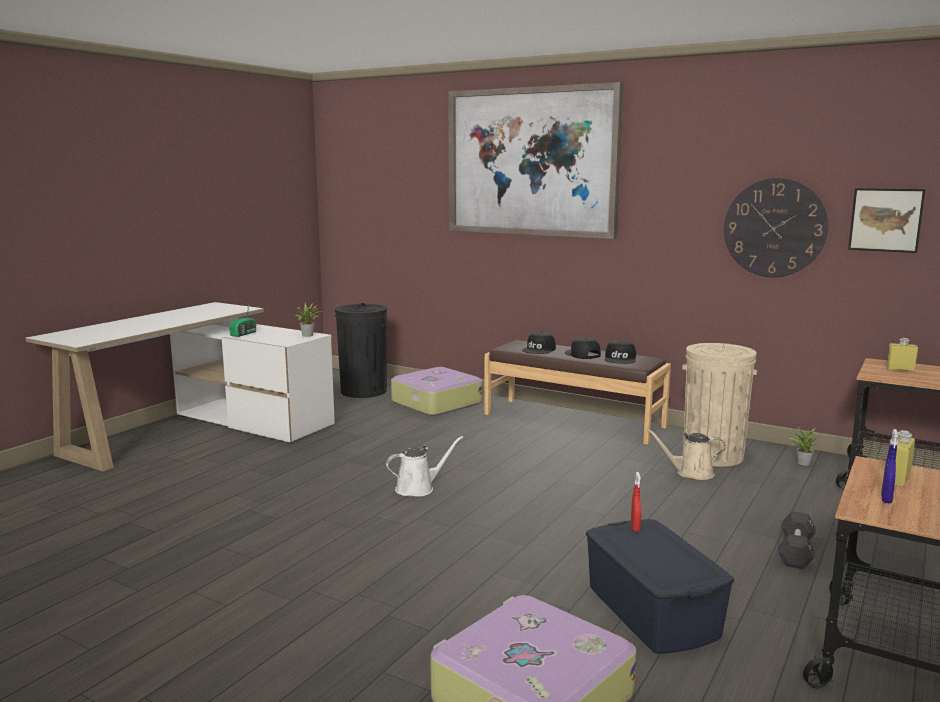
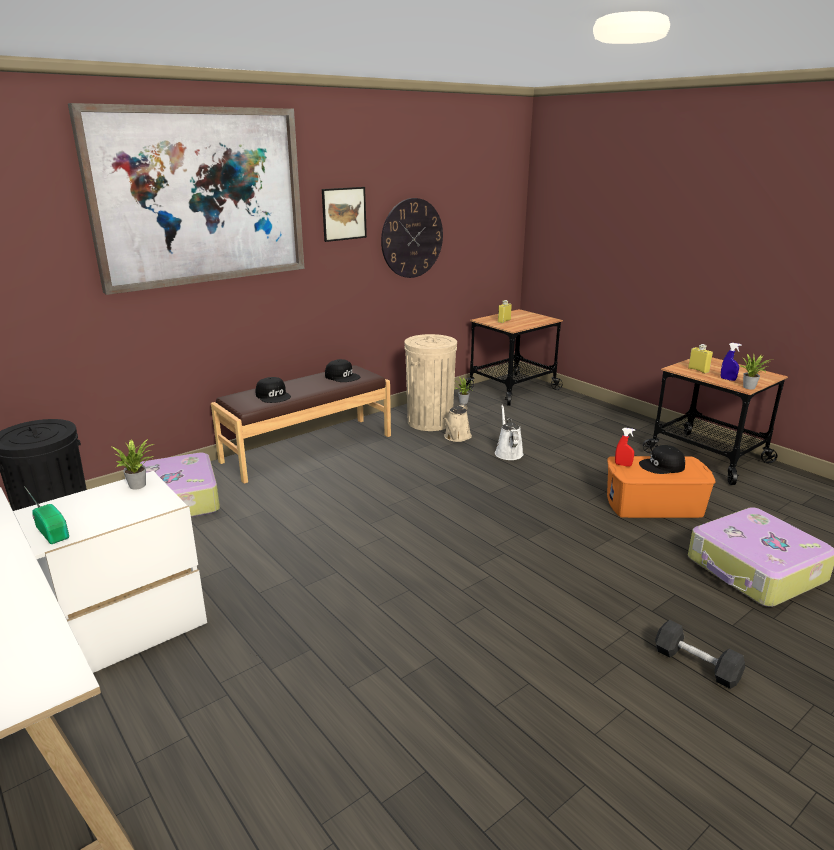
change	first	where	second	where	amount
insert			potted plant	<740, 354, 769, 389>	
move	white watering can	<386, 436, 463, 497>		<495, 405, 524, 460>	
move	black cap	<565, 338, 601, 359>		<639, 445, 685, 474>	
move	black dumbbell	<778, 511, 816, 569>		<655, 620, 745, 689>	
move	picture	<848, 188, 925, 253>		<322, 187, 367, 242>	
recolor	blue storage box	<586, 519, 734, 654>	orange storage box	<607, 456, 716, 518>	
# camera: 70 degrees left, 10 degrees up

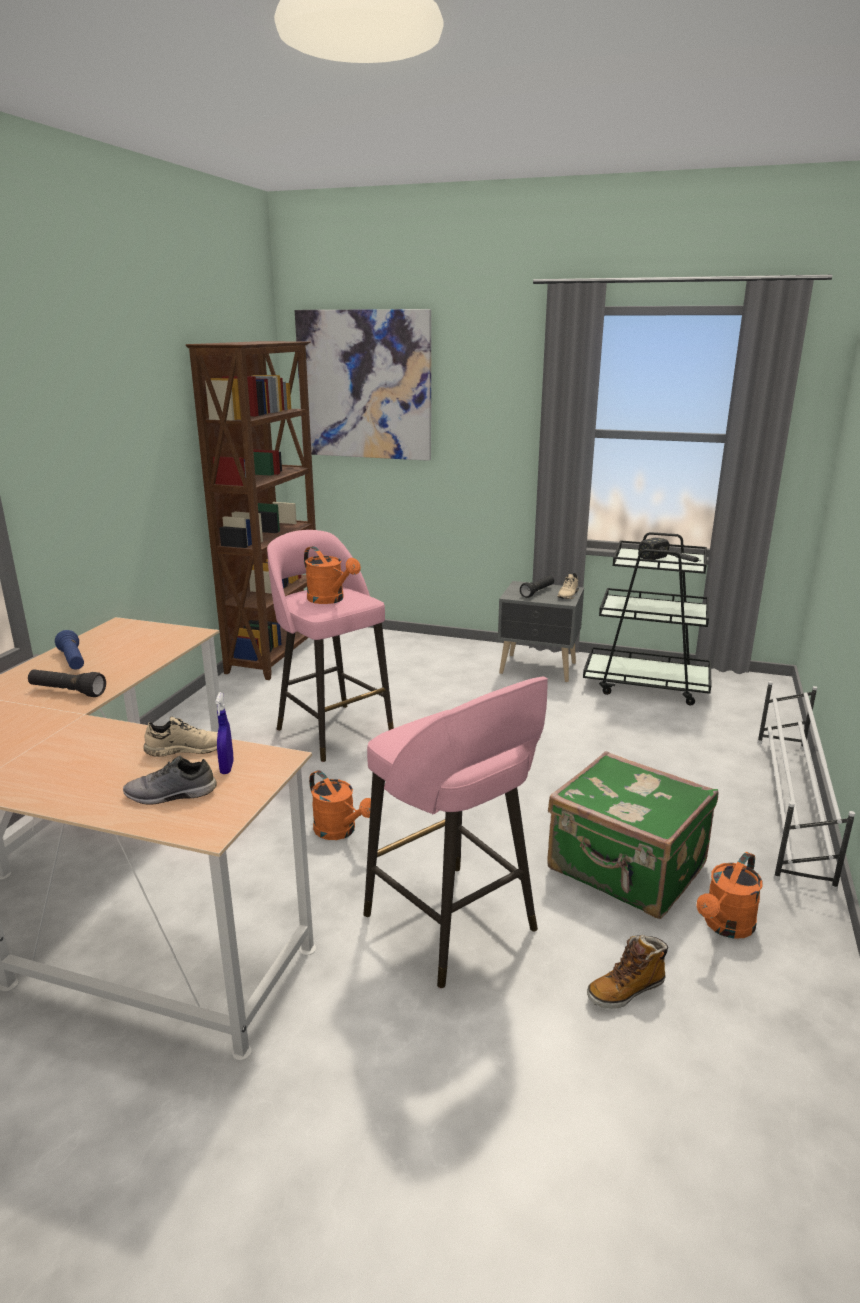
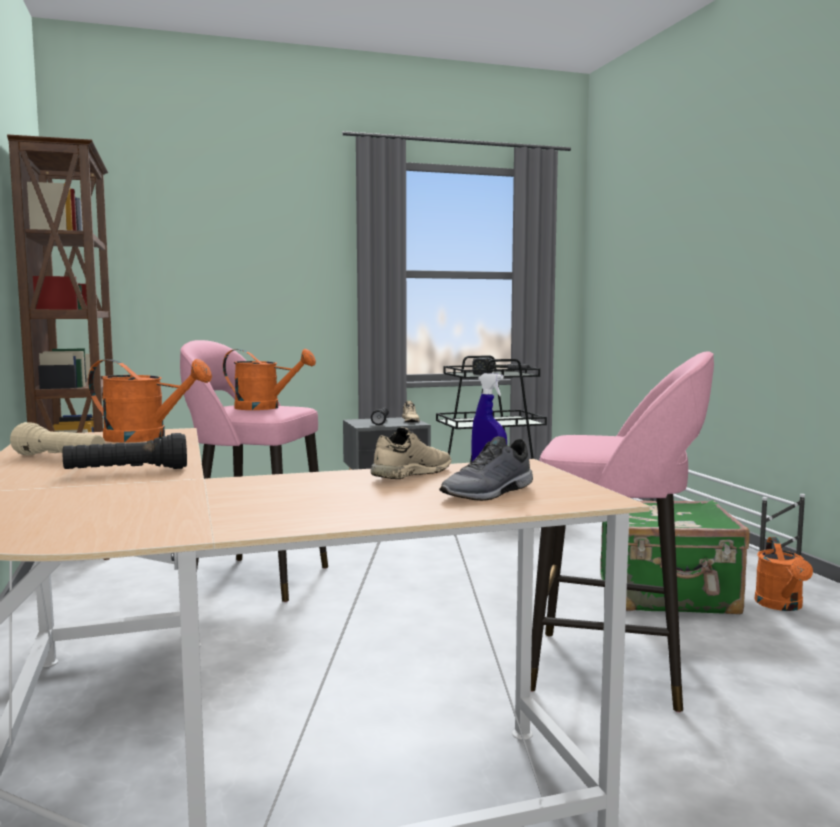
change	first	where	second	where	amount
delete	picture	<295, 309, 431, 461>			
delete	boot	<587, 935, 668, 1009>			
move	orange watering can	<309, 770, 371, 840>		<88, 359, 212, 443>	
recolor	blue flashlight	<55, 630, 84, 670>	beige flashlight	<10, 422, 105, 455>	
# camera: 35 degrees left, 15 degrees down

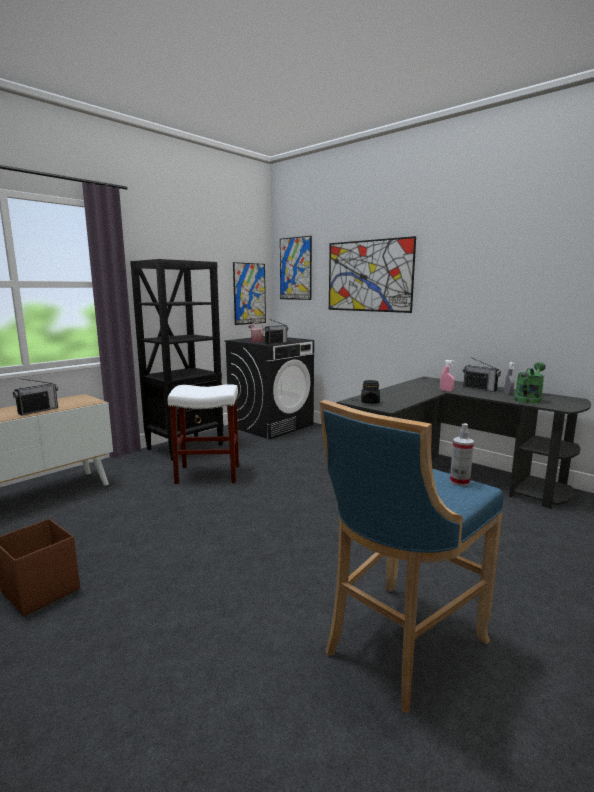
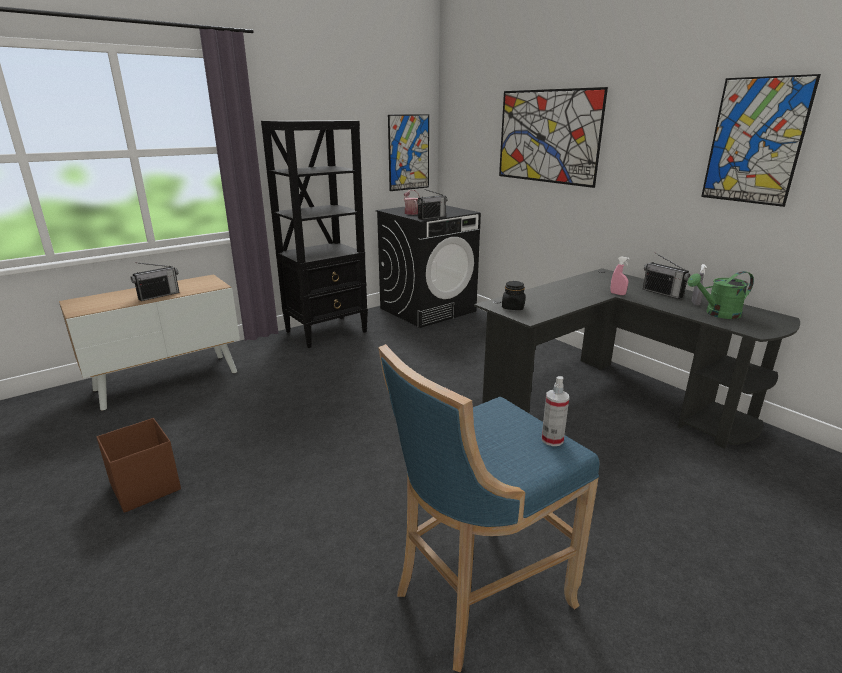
change	first	where	second	where	amount
delete	white stool	<168, 384, 239, 484>			
move	picture	<280, 236, 312, 300>		<701, 74, 821, 207>	
rotate	green watering can	<514, 362, 546, 403>		<687, 271, 754, 319>	150 degrees counterclockwise
# camera: 10 degrees right, 10 degrees up

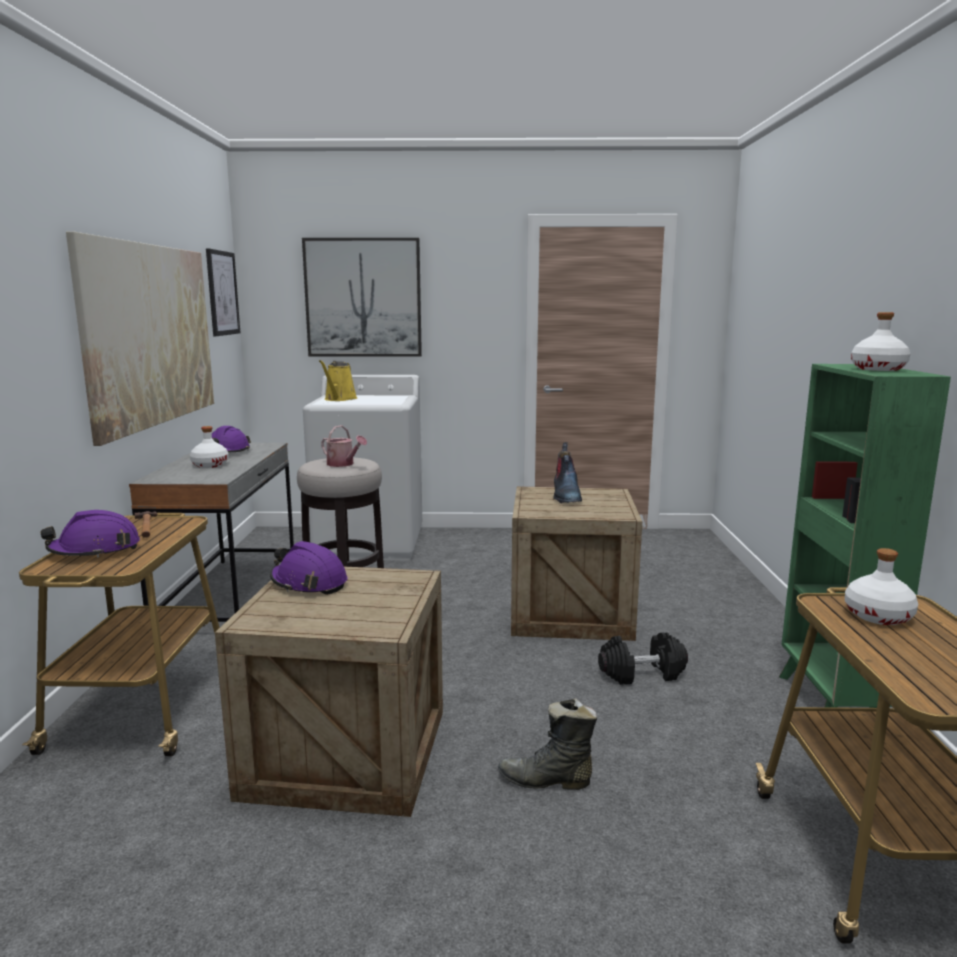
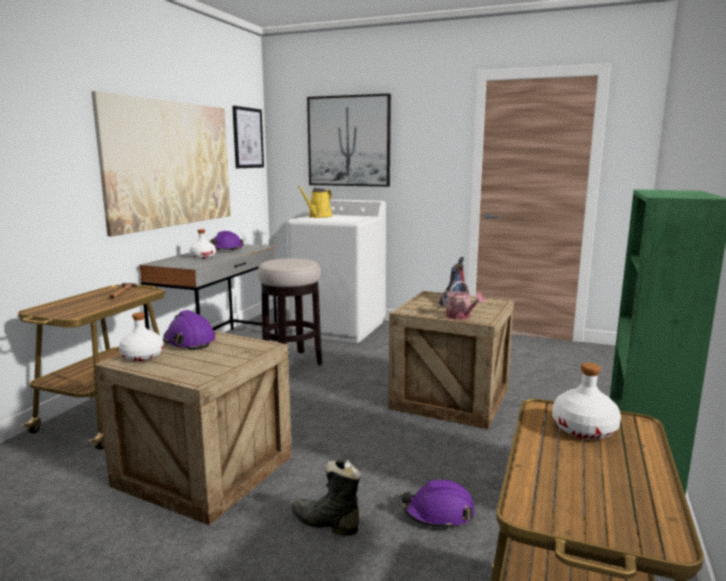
change	first	where	second	where	amount
delete	black dumbbell	<598, 632, 688, 685>			
move	purple hard hat	<40, 510, 140, 557>		<401, 480, 475, 530>	
move	watering can	<321, 425, 367, 467>		<442, 281, 485, 319>	
move	white bottle	<851, 312, 910, 371>		<119, 312, 164, 361>	
# camera: 20 degrees right, 0 degrees up

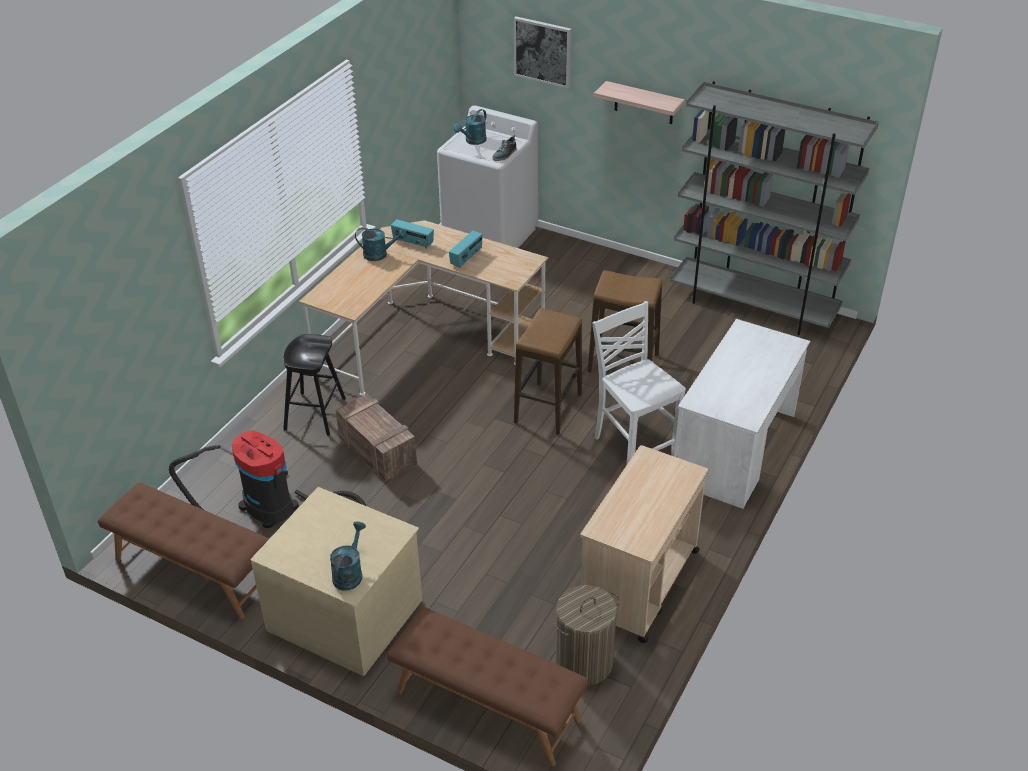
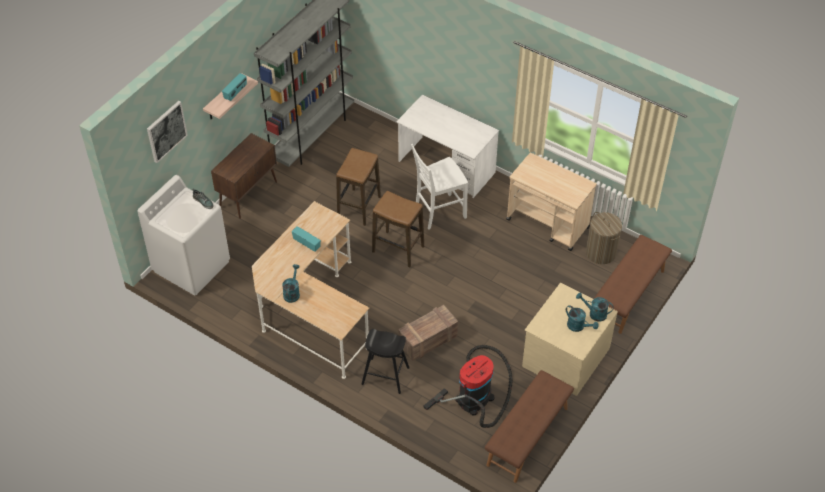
change	first	where	second	where	amount
insert			brown cabinet	<211, 133, 277, 219>	
move	radio	<391, 219, 434, 249>		<222, 73, 247, 101>	
move	turquoise watering can	<453, 109, 487, 145>		<566, 305, 599, 332>	
# camera: 85 degrees left, 10 degrees up

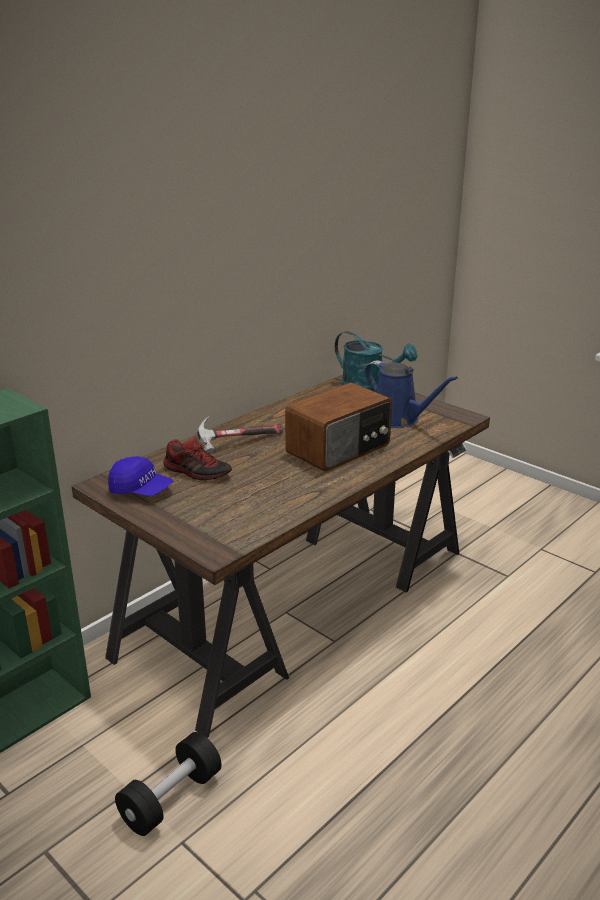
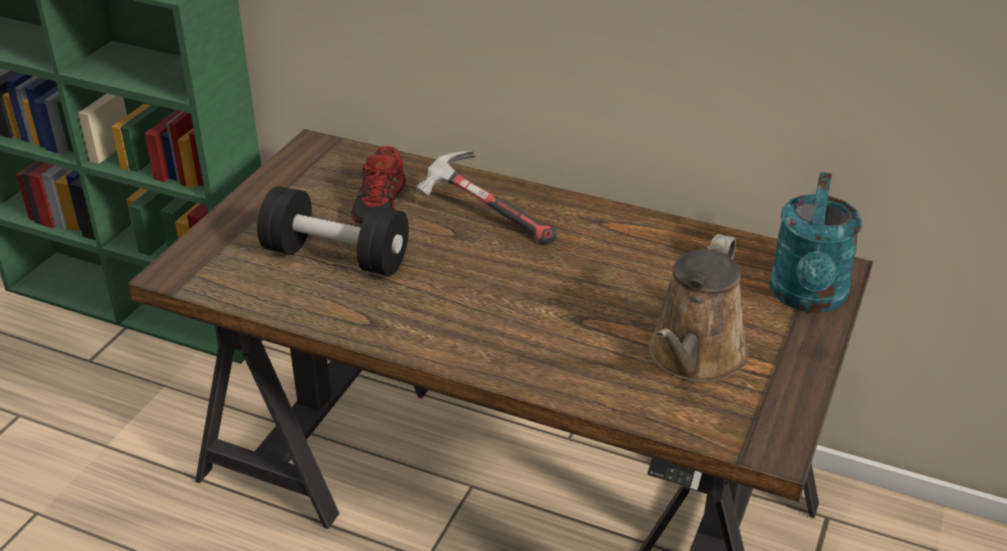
change	first	where	second	where	amount
delete	blue cap	<108, 456, 173, 496>			
delete	radio	<285, 383, 392, 472>			
move	black dumbbell	<115, 732, 222, 836>		<257, 186, 409, 276>	
recolor	blue watering can	<365, 360, 458, 428>	brown watering can	<649, 234, 748, 383>	
# camera: 70 degrees right, 10 degrees up

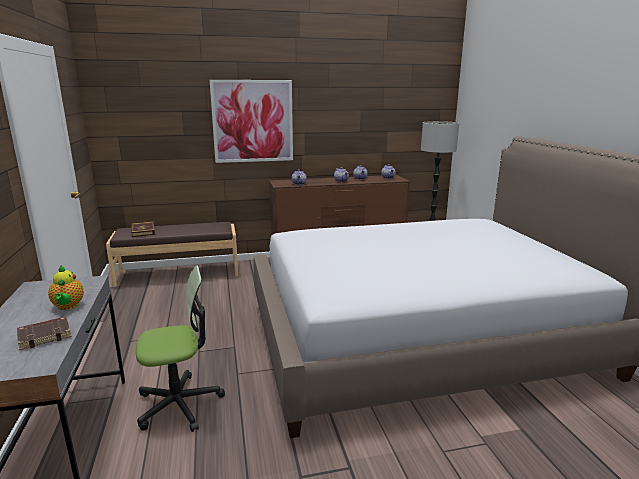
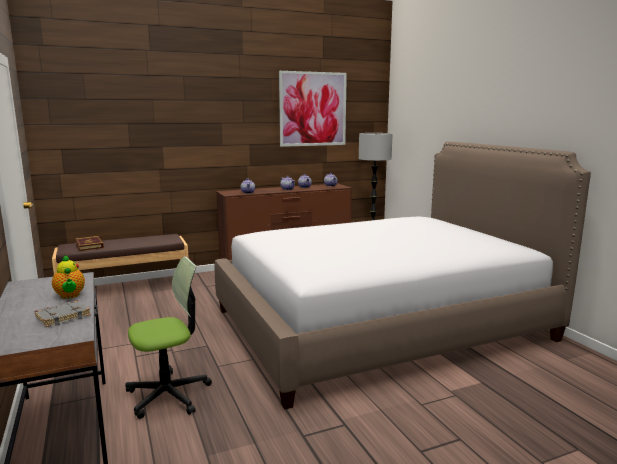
change	first	where	second	where	amount
move	picture	<210, 80, 293, 163>		<279, 71, 347, 147>	
recolor	brown book	<17, 316, 72, 350>	grey book	<35, 300, 91, 327>	
# camera: 10 degrees left, 5 degrees down

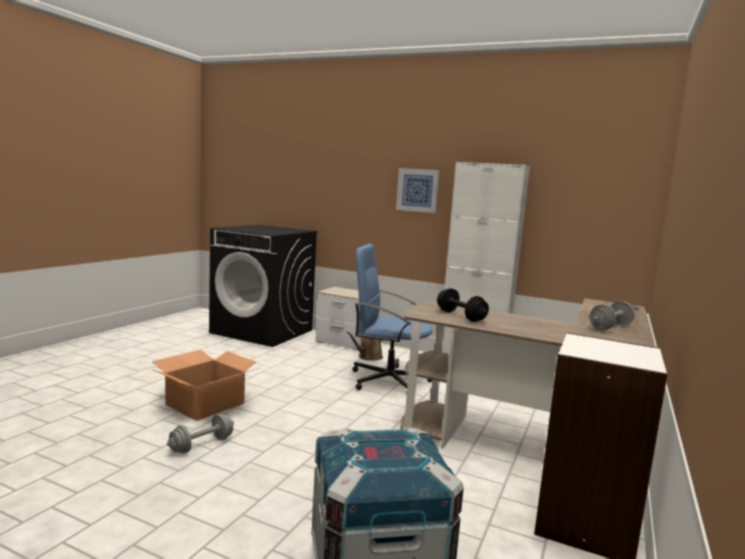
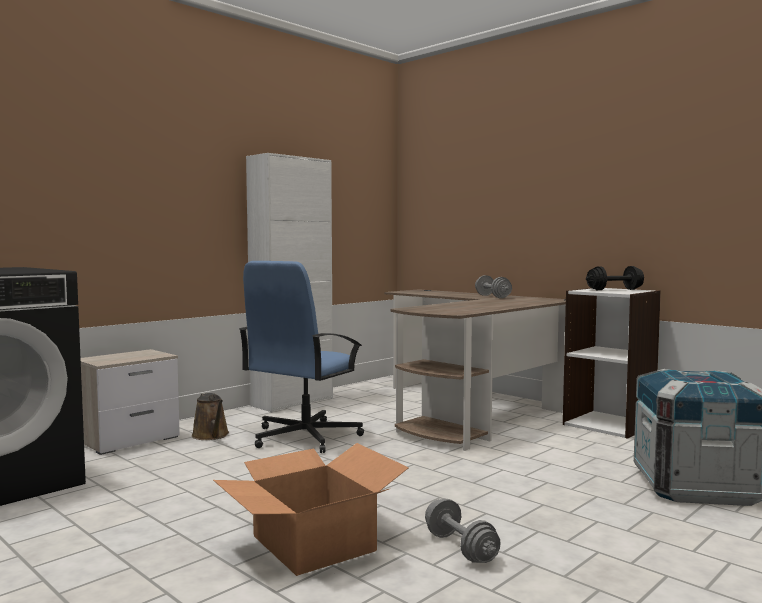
change	first	where	second	where	amount
delete	picture	<396, 168, 440, 213>			
move	black dumbbell	<437, 288, 489, 322>		<586, 266, 644, 290>	
# camera: 70 degrees left, 5 degrees down

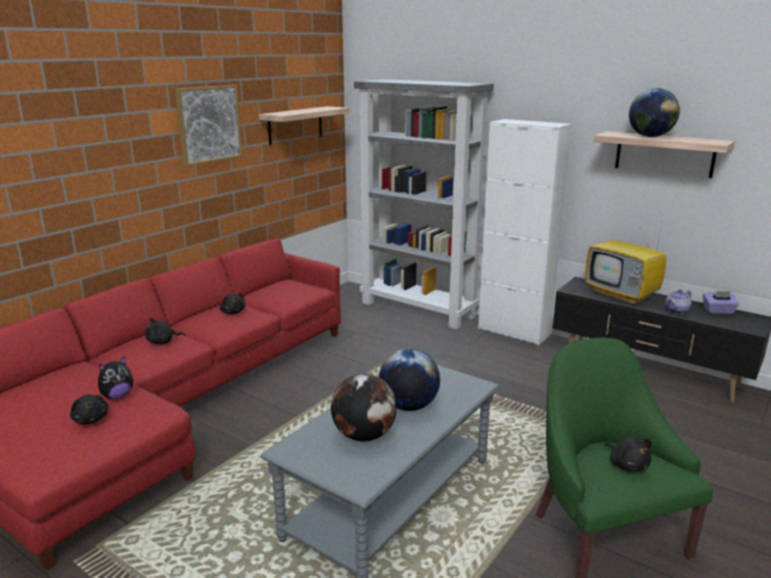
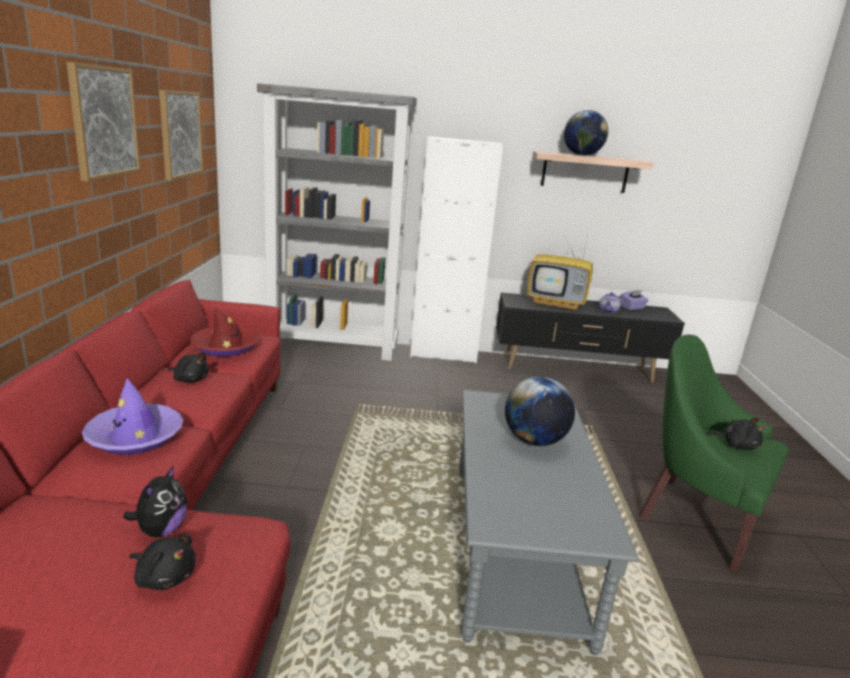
change	first	where	second	where	amount
delete	globe	<331, 374, 397, 442>			
insert			red hat	<190, 308, 260, 356>	
replace	black plush toy	<145, 318, 185, 344>	purple hat	<82, 378, 184, 455>	
replace	shelf	<259, 106, 350, 145>	picture	<159, 90, 204, 180>	
# camera: 35 degrees left, 0 degrees up

